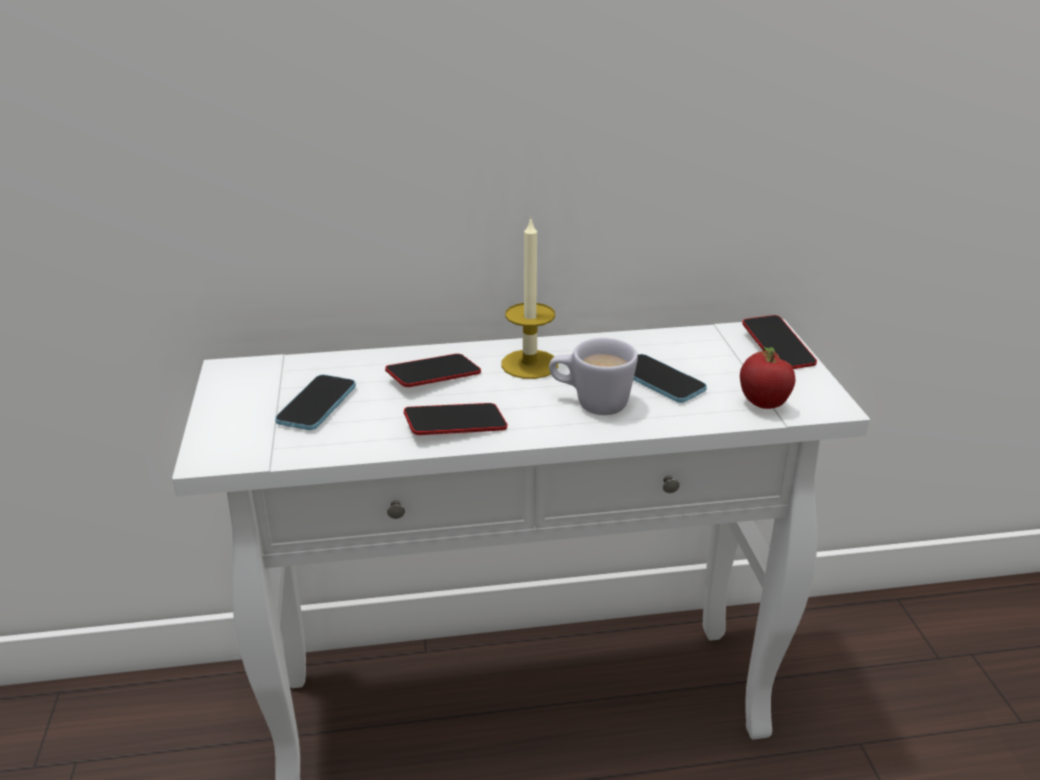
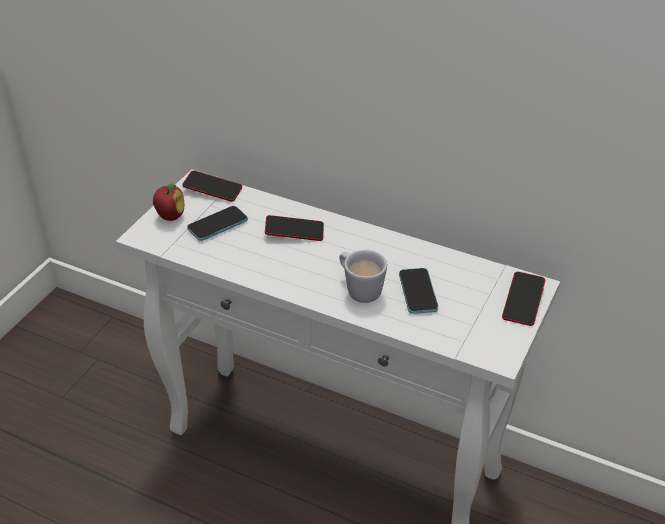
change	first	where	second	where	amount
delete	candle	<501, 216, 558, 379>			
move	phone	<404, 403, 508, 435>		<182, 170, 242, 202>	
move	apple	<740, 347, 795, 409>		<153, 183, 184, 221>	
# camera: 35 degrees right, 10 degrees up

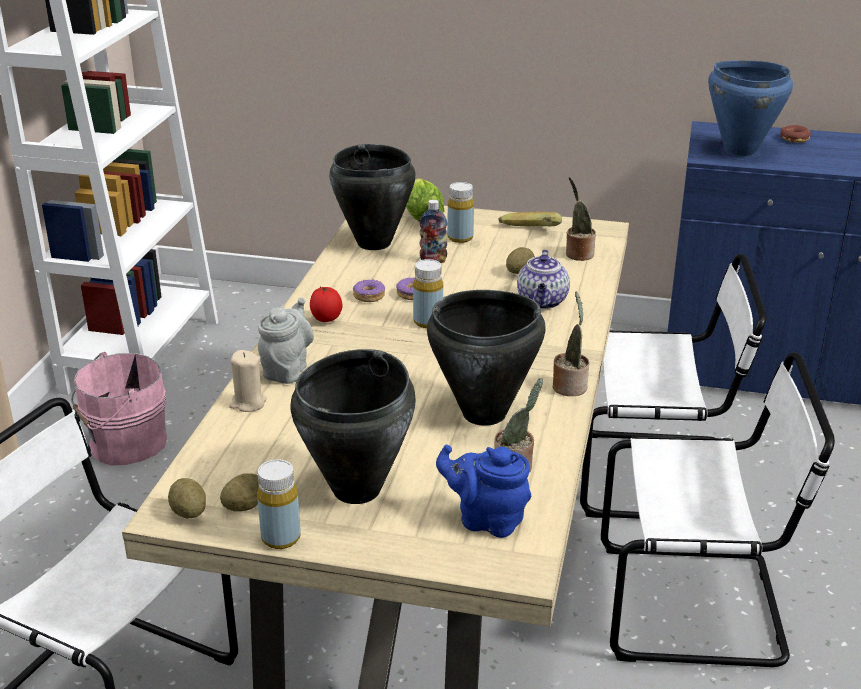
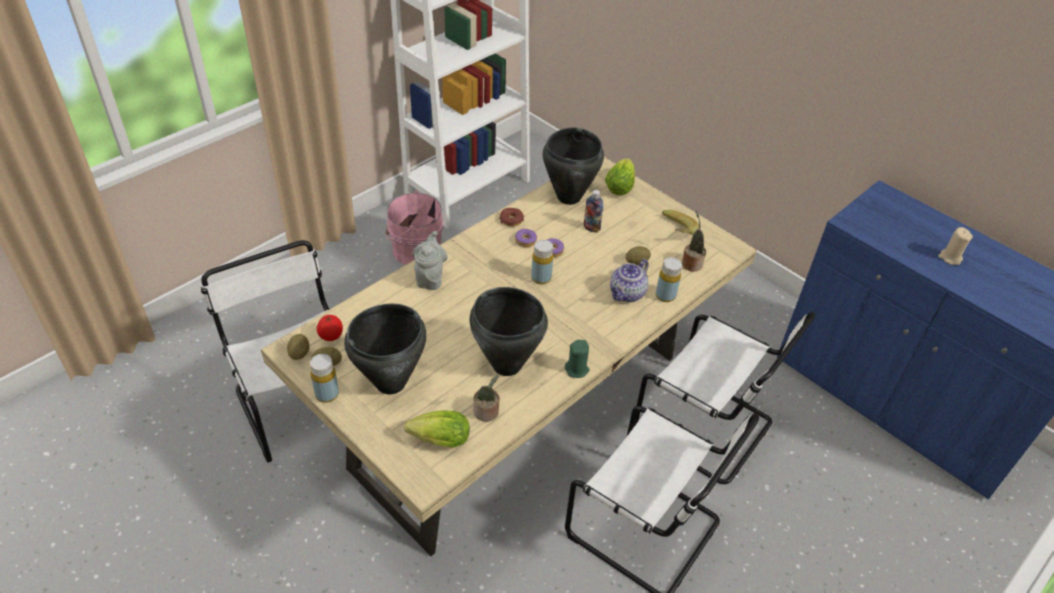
change	first	where	second	where	amount
delete	blue cooking pot	<708, 60, 793, 157>			
move	beige candle	<229, 350, 267, 412>		<938, 227, 973, 265>	
move	tomato	<310, 287, 342, 322>		<317, 314, 343, 341>	
move	yellow bottle	<447, 182, 474, 243>		<656, 257, 682, 302>	
move	donut	<780, 125, 811, 143>		<499, 208, 524, 227>	
replace	blue teapot	<436, 445, 531, 538>	lettuce	<404, 411, 470, 447>	
replace	potted plant	<553, 292, 589, 396>	green candle	<565, 340, 590, 378>	
rotate	grey teapot	<258, 297, 314, 384>		<413, 231, 448, 290>	45 degrees counterclockwise
# camera: 30 degrees right, 15 degrees up

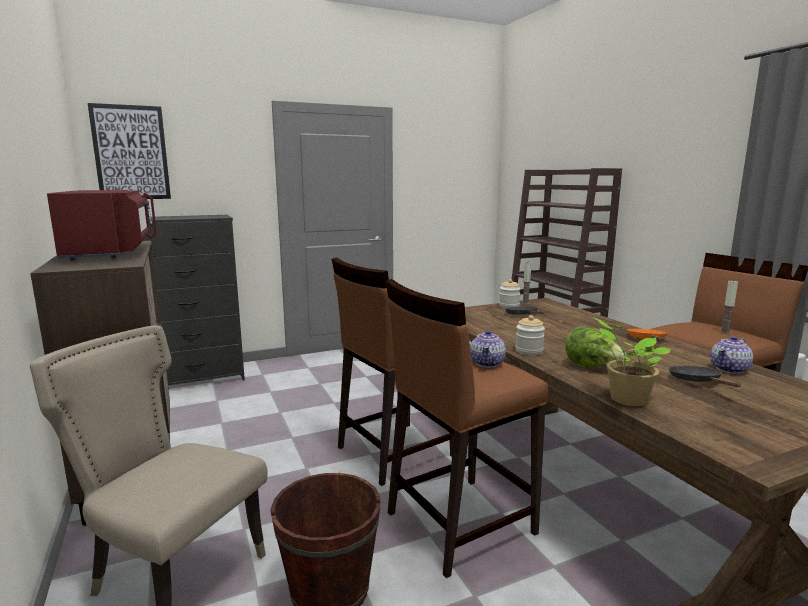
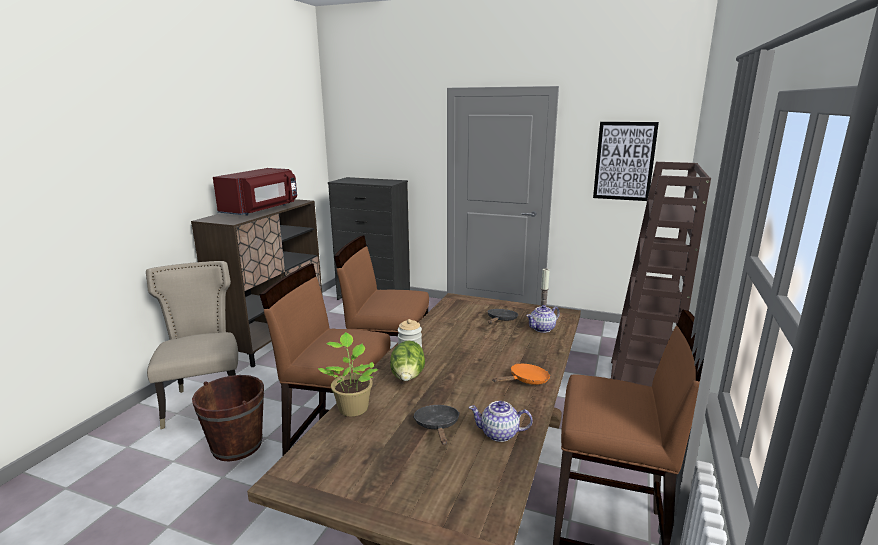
change	first	where	second	where	amount
delete	jar	<499, 279, 521, 308>			
delete	candle	<720, 280, 738, 334>			
move	picture	<88, 103, 171, 199>		<593, 122, 659, 201>	
move	teapot	<470, 330, 506, 368>		<526, 305, 560, 333>	
rotate	black frying pan	<669, 366, 741, 387>		<413, 405, 460, 445>	45 degrees counterclockwise
# camera: 45 degrees right, 5 degrees up

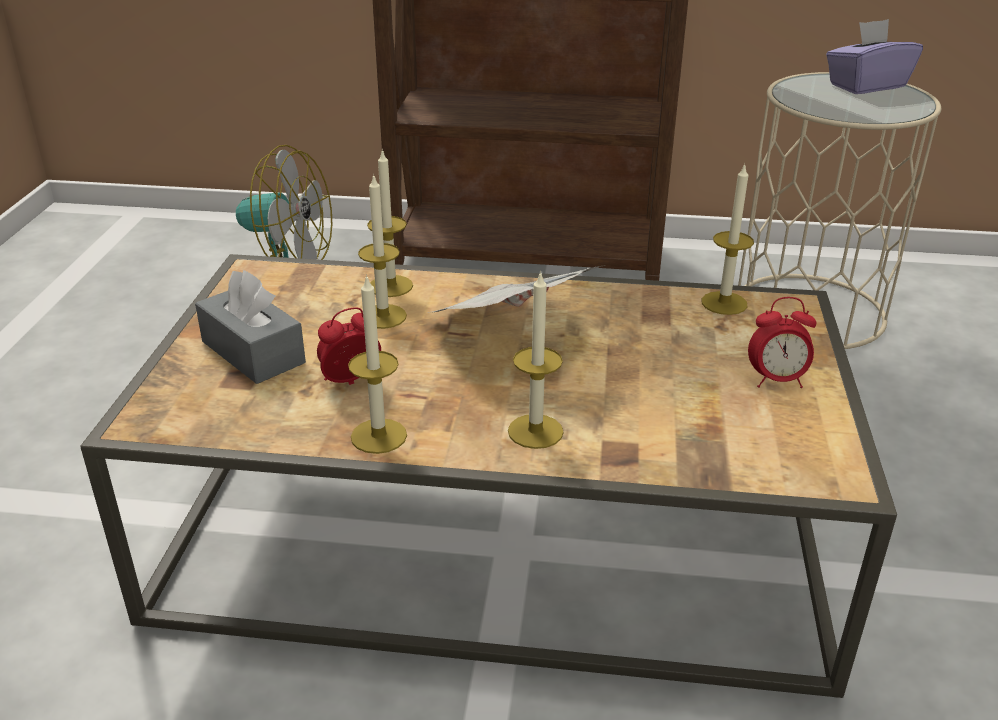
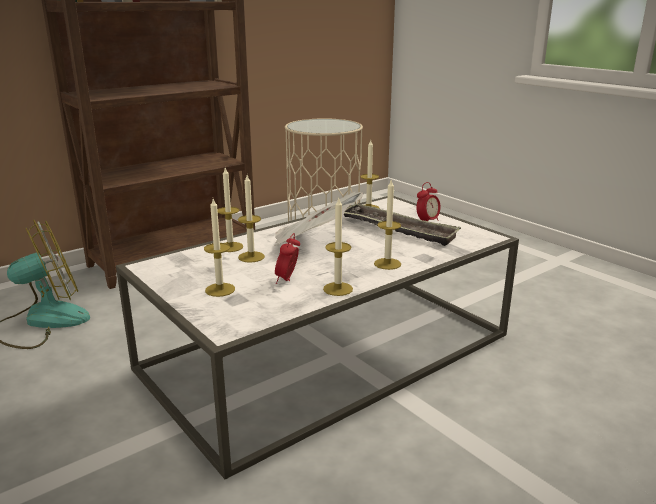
change	first	where	second	where	amount
delete	purple tissue box	<826, 19, 923, 94>			
insert			tray	<344, 203, 461, 246>	
replace	grey tissue box	<195, 270, 306, 384>	candle	<204, 199, 235, 297>	
recolor	brown coffee table	<80, 254, 897, 698>	white coffee table	<116, 196, 519, 479>	
# camera: 45 degrees left, 10 degrees down

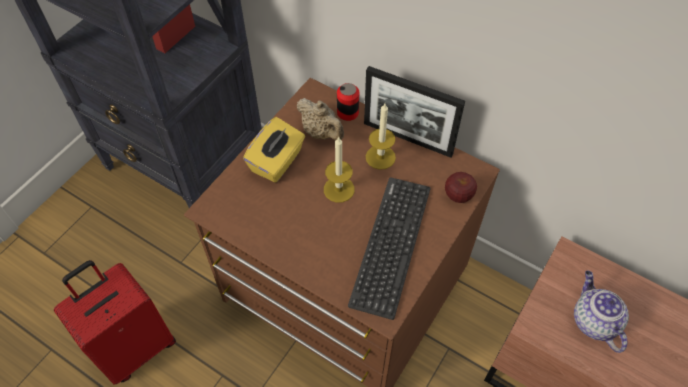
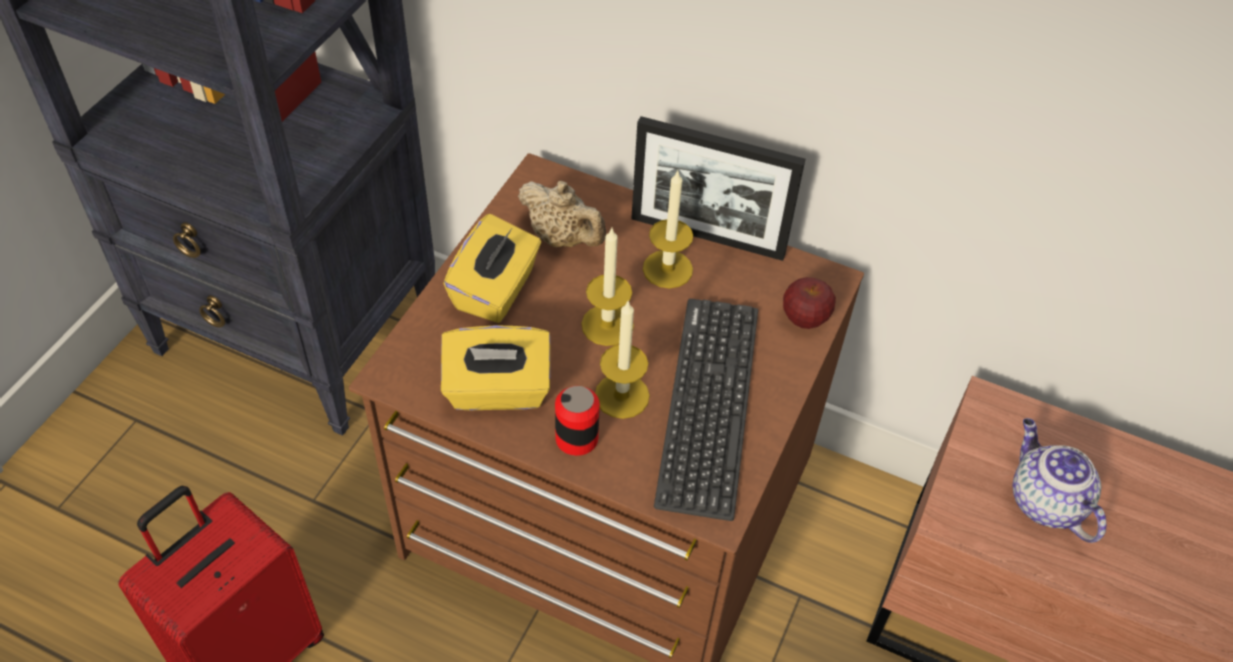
change	first	where	second	where	amount
insert			yellow tissue box	<441, 325, 550, 410>	
insert			candle	<595, 300, 650, 419>	
move	can	<337, 83, 359, 121>		<555, 386, 600, 456>	
# camera: 10 degrees left, 5 degrees down

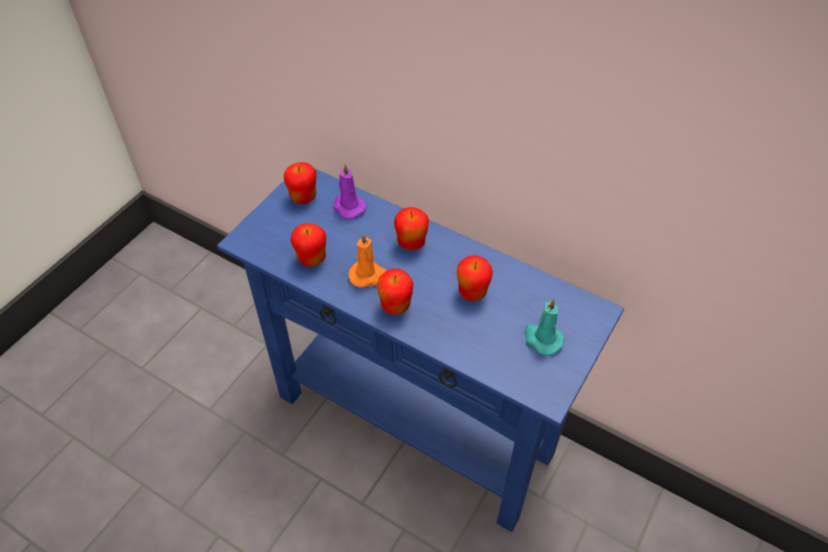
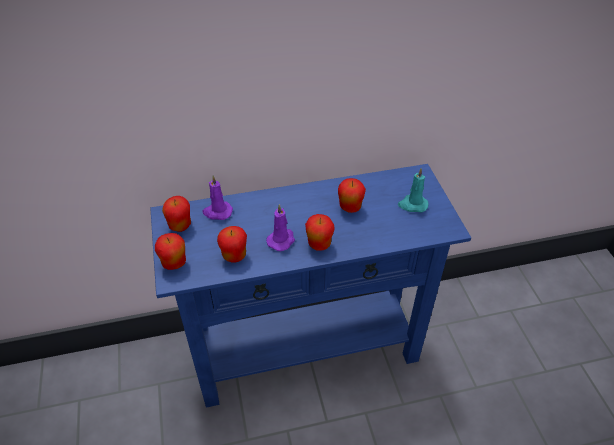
change	first	where	second	where	amount
move	apple	<394, 207, 429, 250>		<155, 233, 186, 270>	
recolor	orange candle	<348, 233, 387, 288>	purple candle	<266, 204, 295, 251>	
# camera: 45 degrees left, 5 degrees down

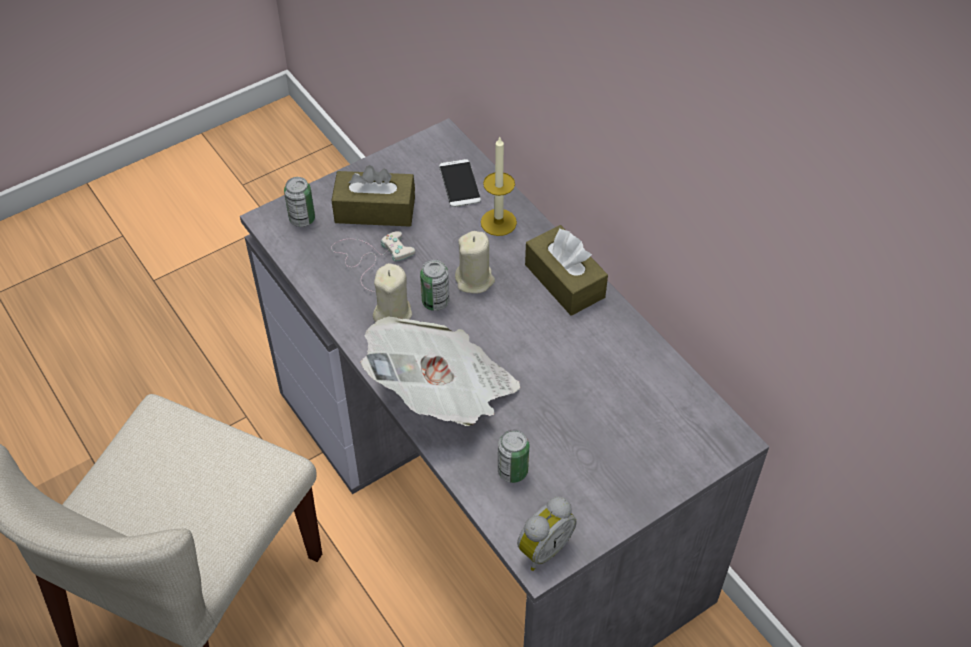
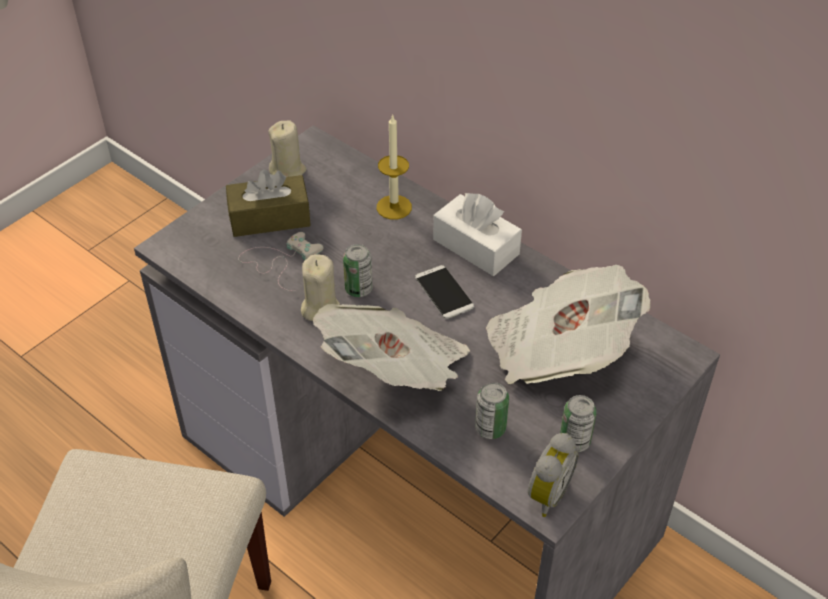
change	first	where	second	where	amount
insert			newspaper	<486, 265, 651, 384>	
move	can	<284, 177, 315, 227>		<560, 395, 597, 452>	
move	phone	<439, 159, 481, 207>		<415, 265, 474, 319>	
move	beige candle	<455, 231, 495, 294>		<268, 120, 306, 177>	
recolor	brown tissue box	<525, 225, 608, 316>	white tissue box	<433, 193, 522, 276>	
# camera: 15 degrees left, 5 degrees down

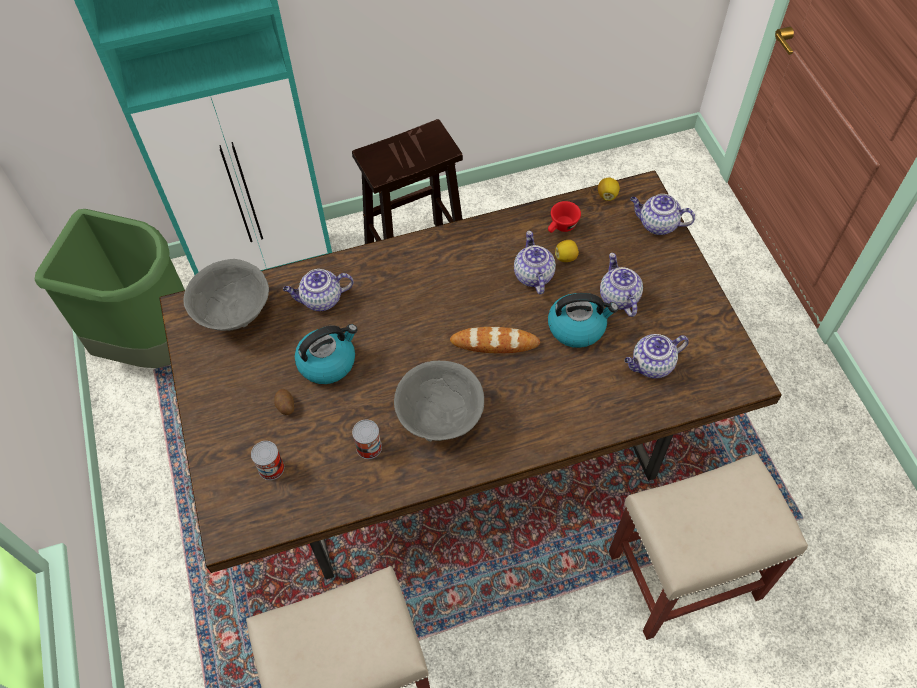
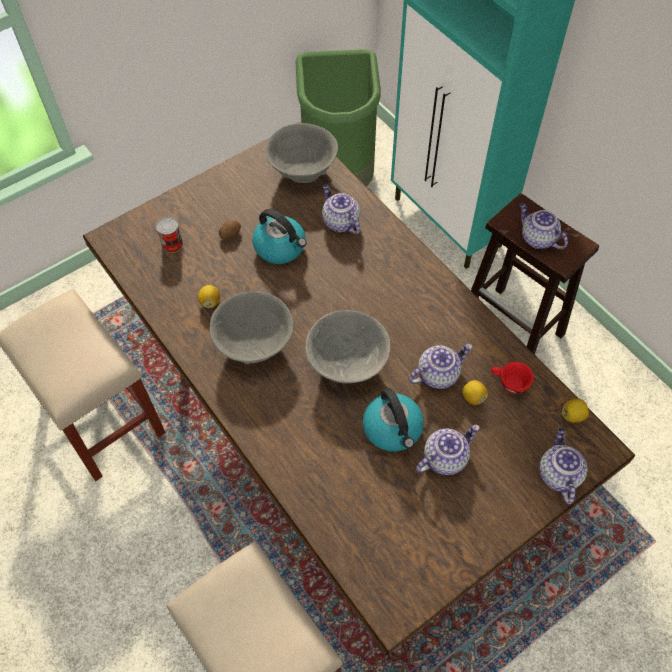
change	first	where	second	where	amount
move	teapot	<624, 334, 689, 379>		<519, 203, 568, 249>	
replace	can	<352, 420, 382, 459>	lemon	<198, 285, 220, 308>	
replace	bread	<450, 327, 540, 353>	grey bowl	<305, 310, 390, 383>	
# camera: 70 degrees right, 0 degrees up

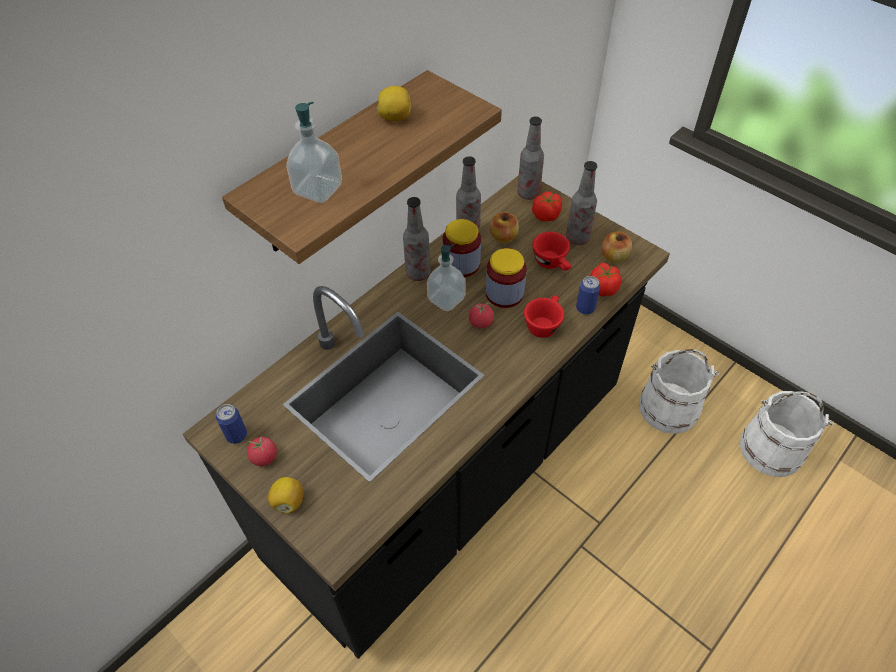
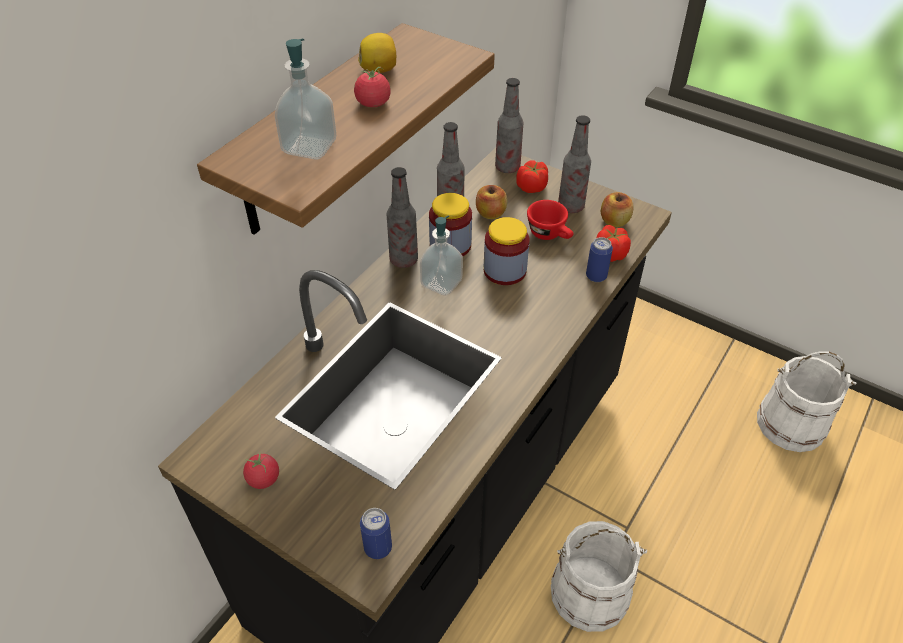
change	first	where	second	where	amount
delete	lemon	<268, 477, 303, 513>			
delete	red cup	<524, 295, 564, 338>			
move	can	<216, 404, 247, 444>		<360, 508, 392, 559>	
move	tomato	<469, 303, 494, 329>		<354, 67, 391, 107>	
move	white bucket	<639, 349, 720, 434>		<551, 521, 647, 632>	
# camera: 10 degrees left, 5 degrees down

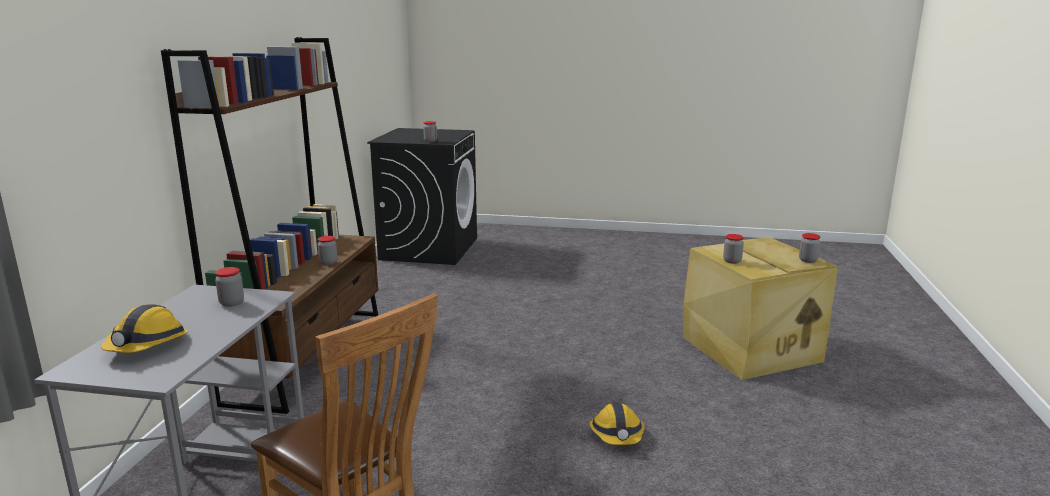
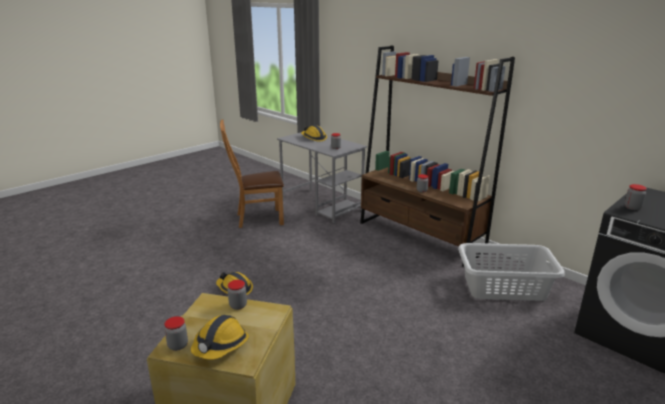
change	first	where	second	where	amount
insert			hard hat	<191, 315, 249, 360>	
insert			grey laundry basket	<458, 243, 565, 301>	
# camera: 125 degrees right, 5 degrees up

